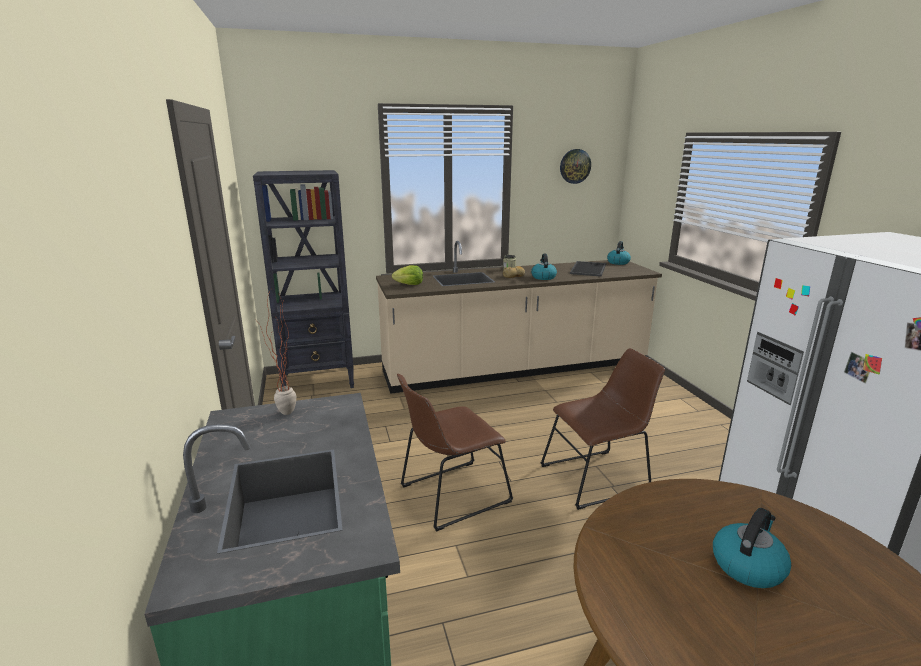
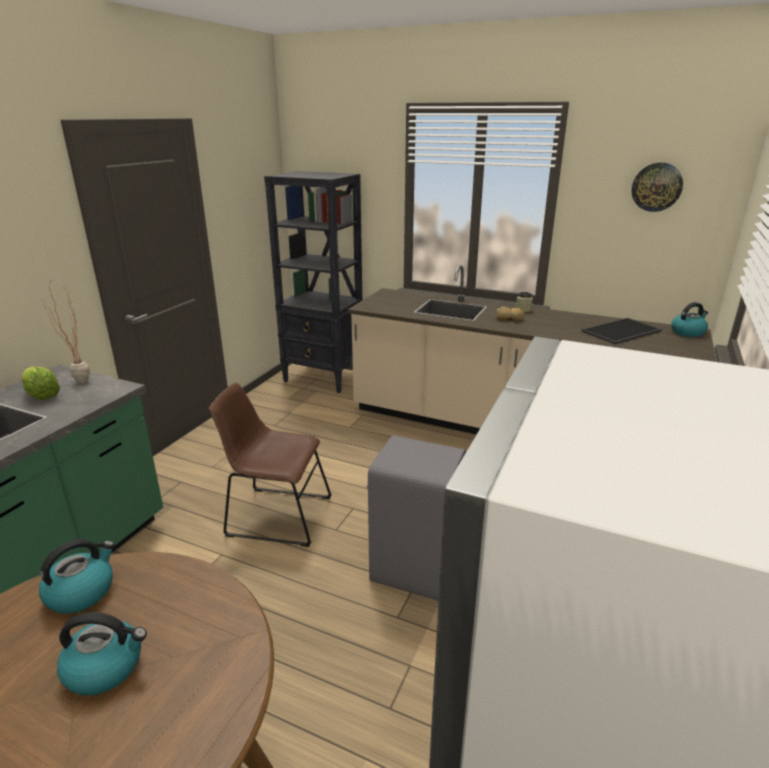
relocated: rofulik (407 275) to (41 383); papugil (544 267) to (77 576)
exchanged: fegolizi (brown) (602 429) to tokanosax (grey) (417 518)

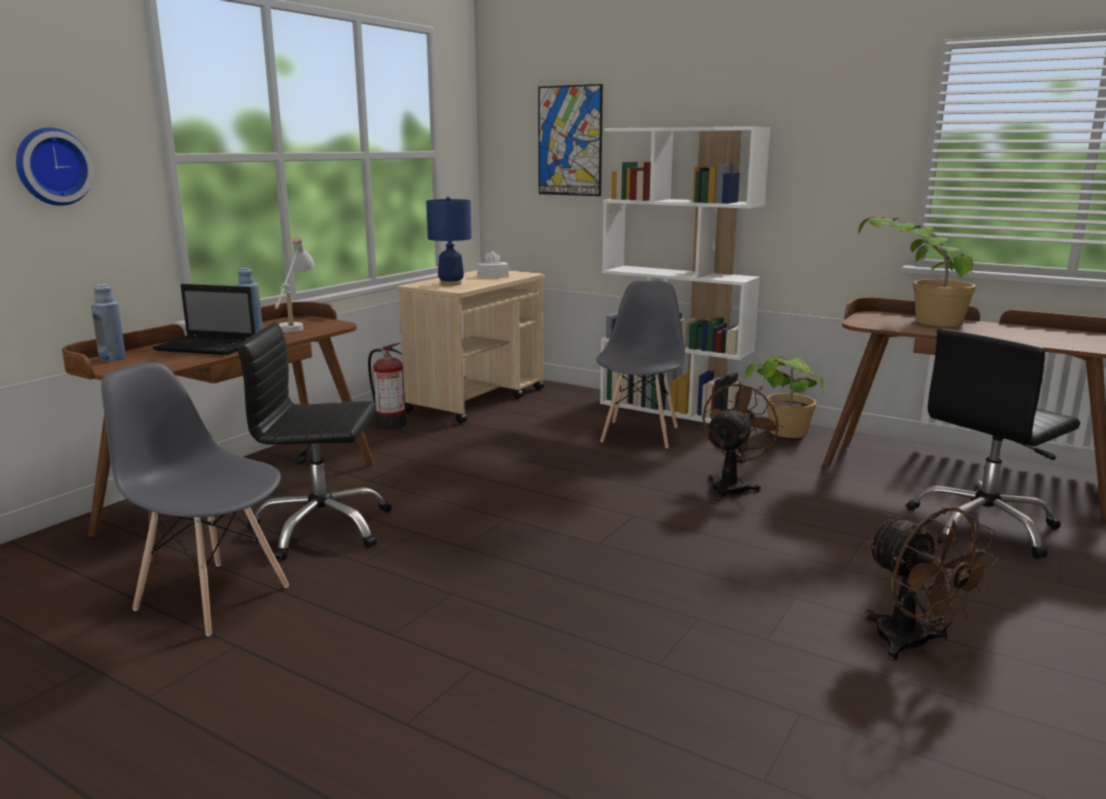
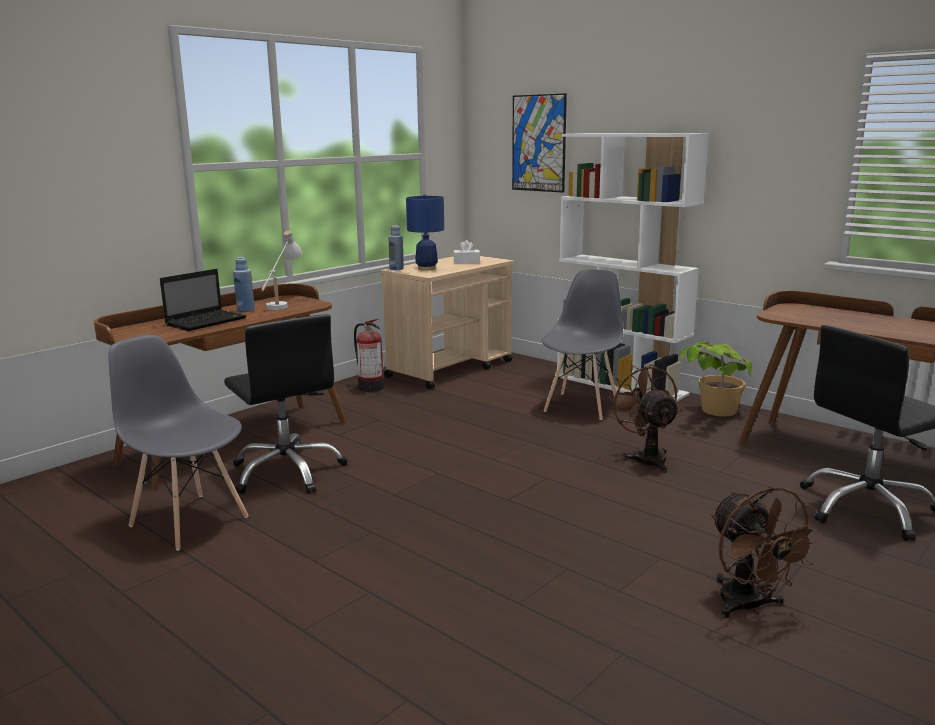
missing: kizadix (55 167); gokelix (917 272)
relocated: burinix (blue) (108 323) to (396 247)
spun: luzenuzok (204 319) = (203 300) 75 degrees counterclockwise; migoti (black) (314 441) = (286 404) 135 degrees counterclockwise; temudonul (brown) (743 441) = (644 418) 60 degrees counterclockwise

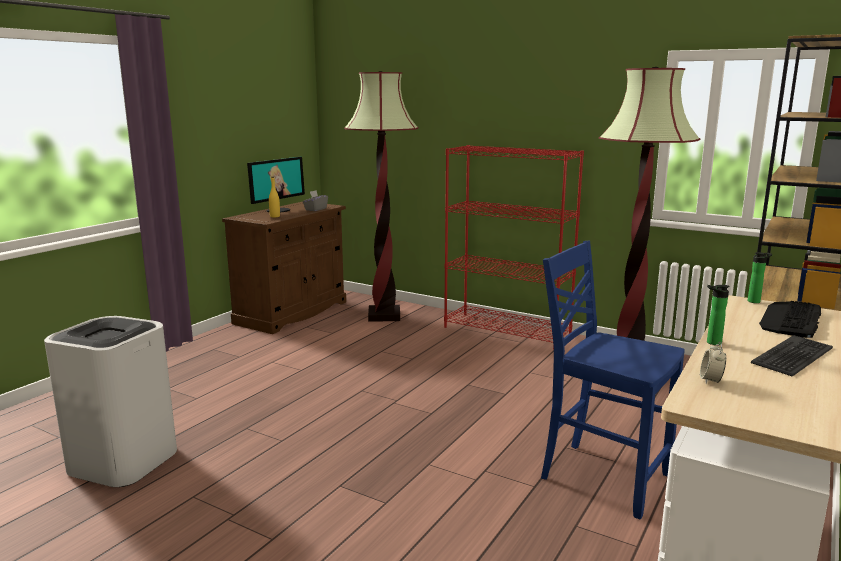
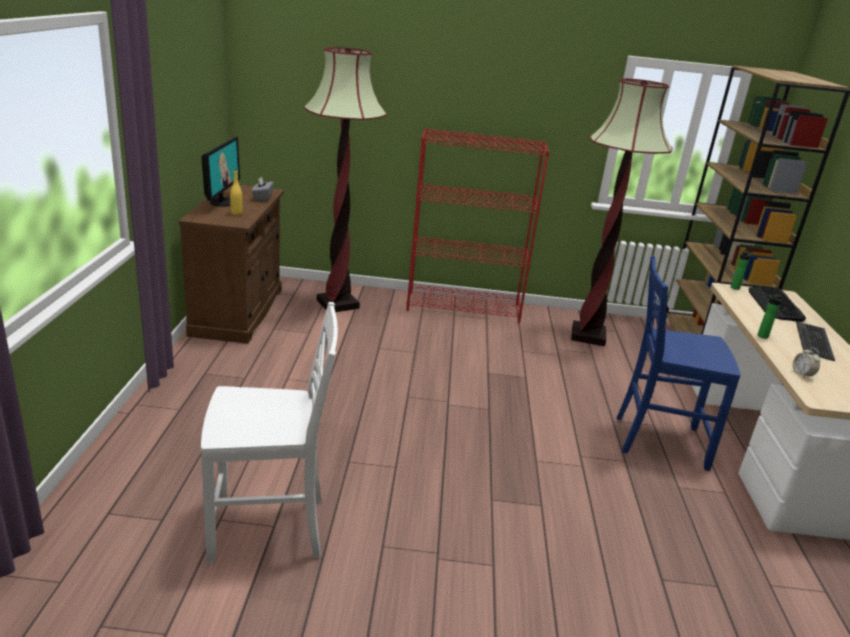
exchanged: tokanosax (white) (110 401) to fegolizi (white) (269 433)

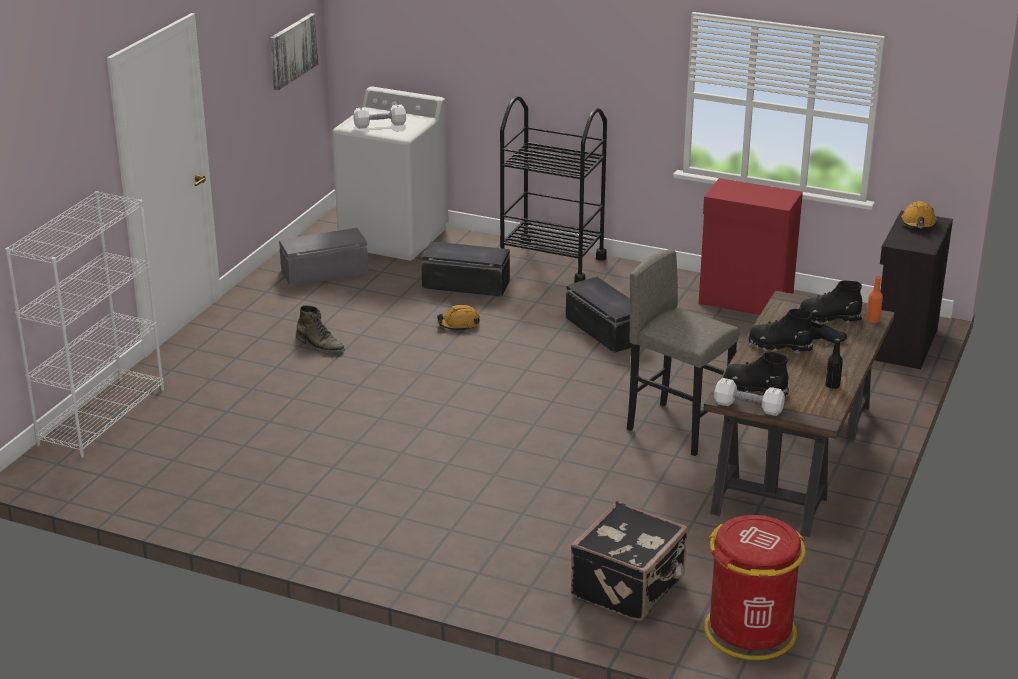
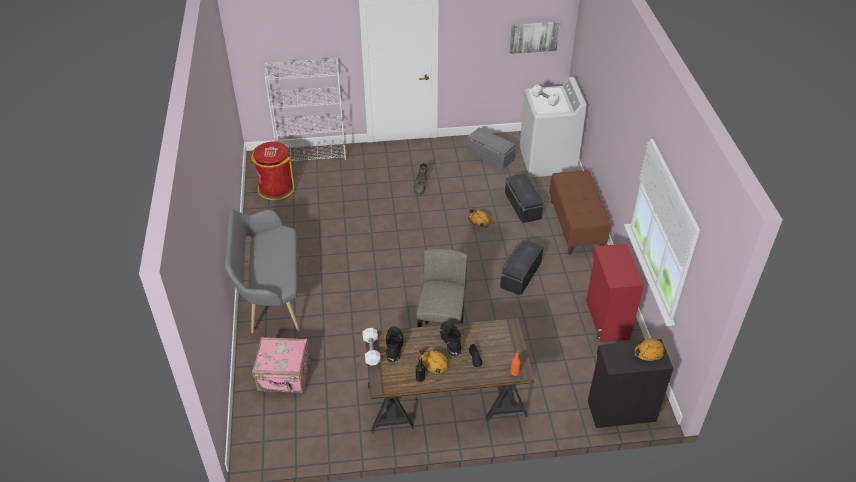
missing: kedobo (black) (830 302)
appeared: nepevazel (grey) (262 272); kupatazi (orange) (434 361)
relocated: tokanosax (red) (755 587) to (273 171)
exchanged: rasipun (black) (553 189) to nepevazel (brown) (579 212)
colour: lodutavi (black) (629 561) to lodutavi (pink) (281 365)

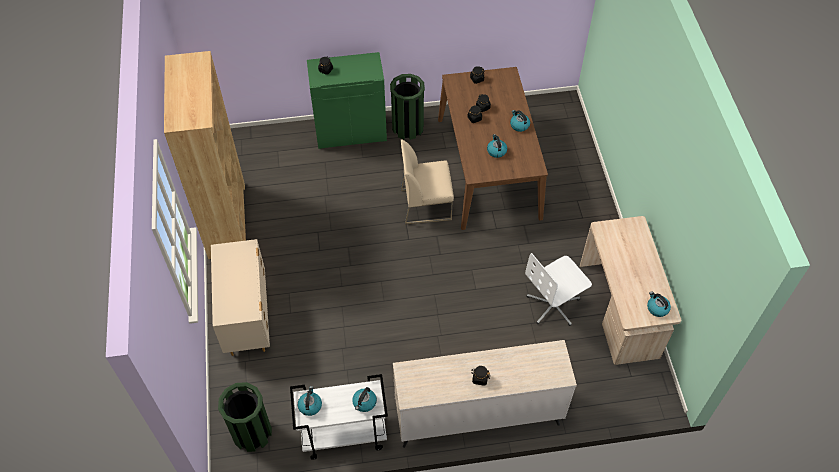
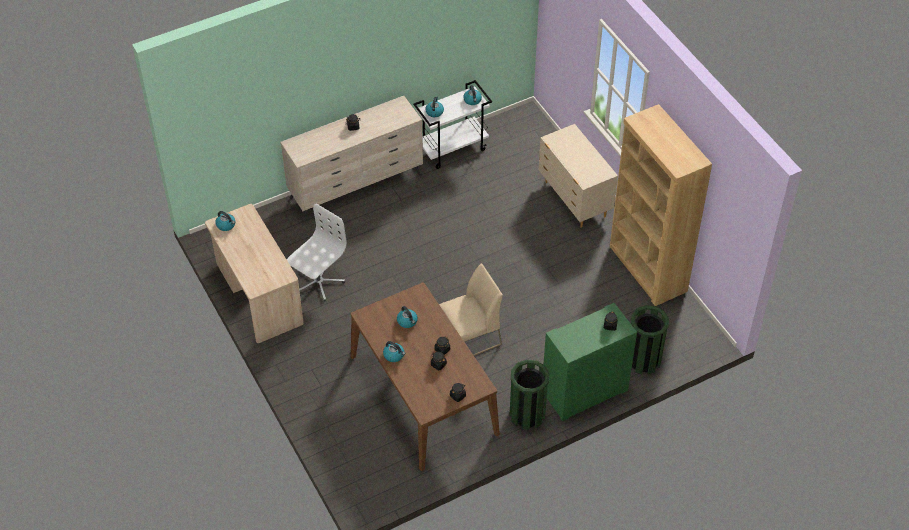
relocated: tokanosax (green) (245 417) to (650 339)

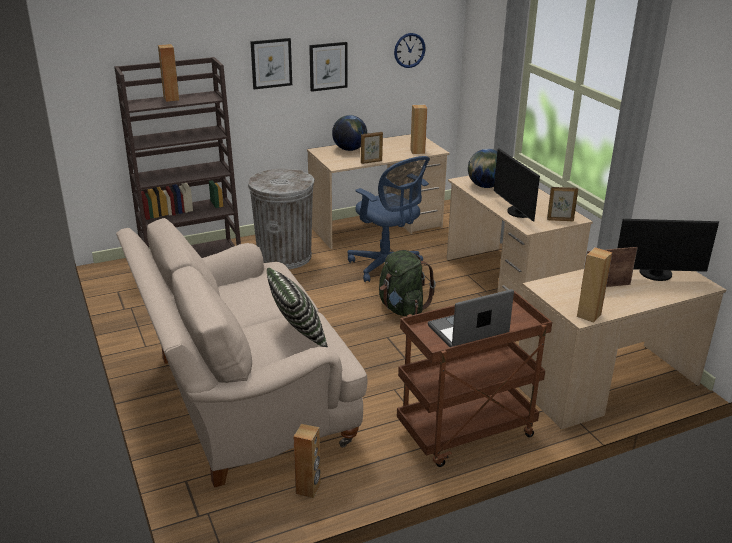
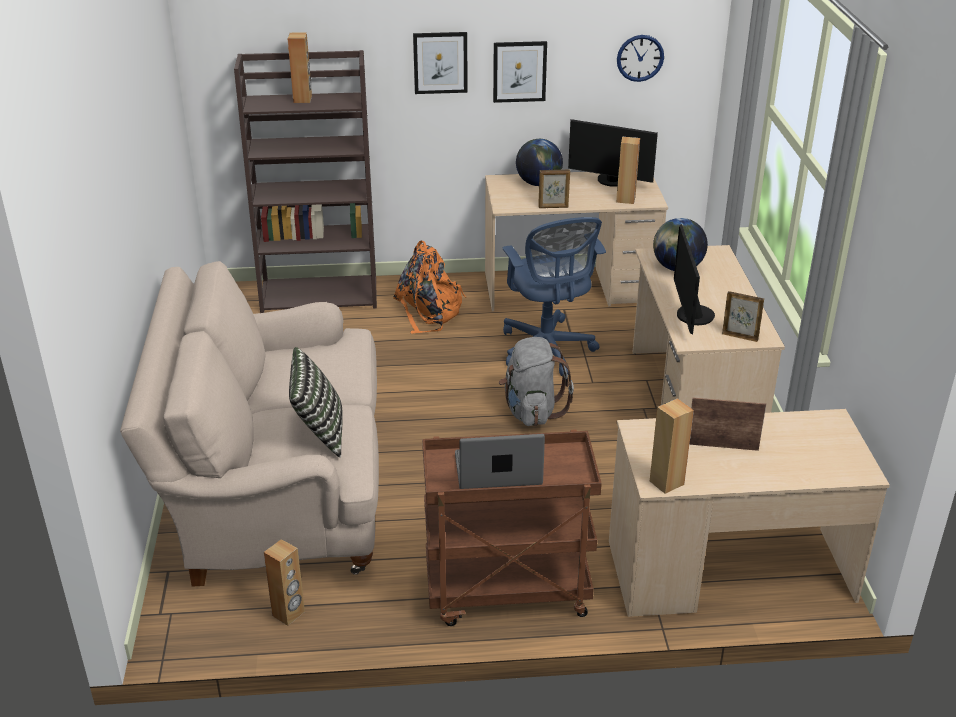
relocated: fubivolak (668 250) to (613 153)
exchanged: tokanosax (grey) (281 219) to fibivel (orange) (429 287)
colour: fibivel (green) (407 283) to fibivel (grey) (536 381)

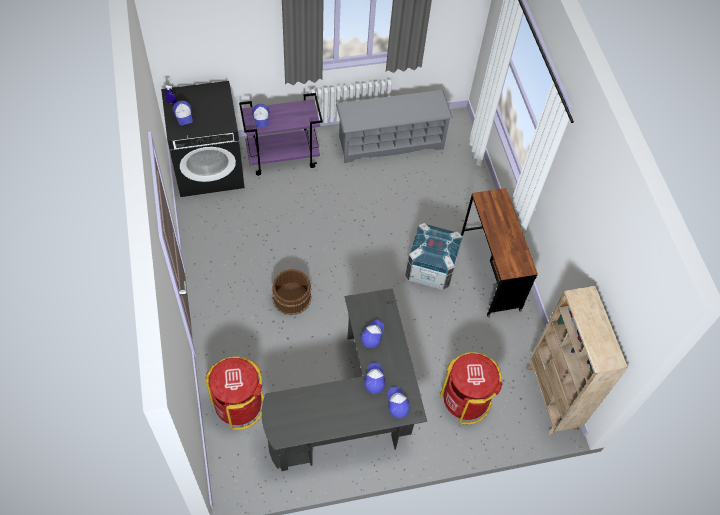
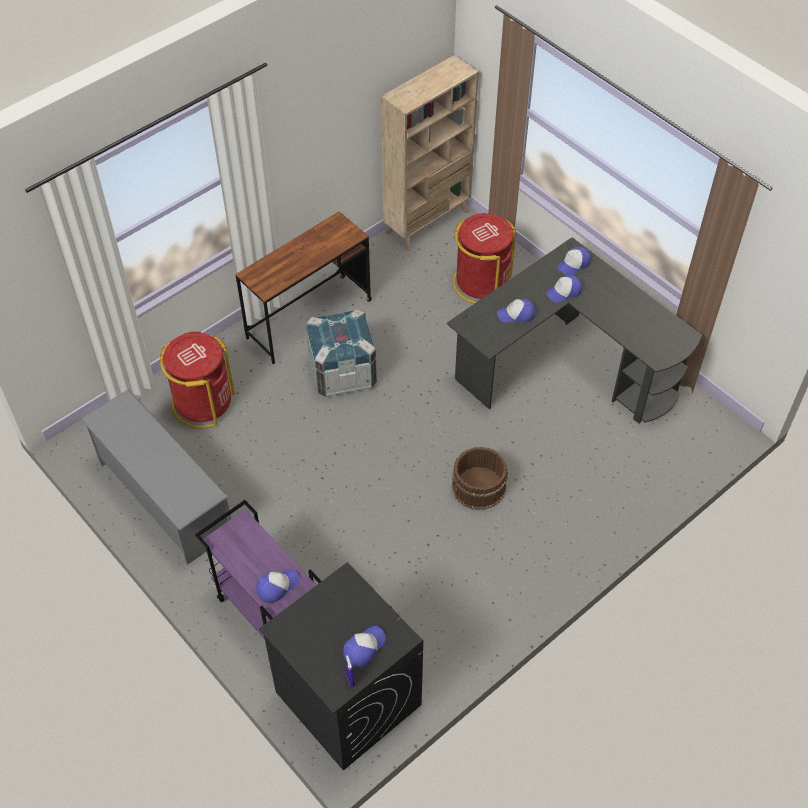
relocated: tokanosax (red) (234 393) to (197 380)

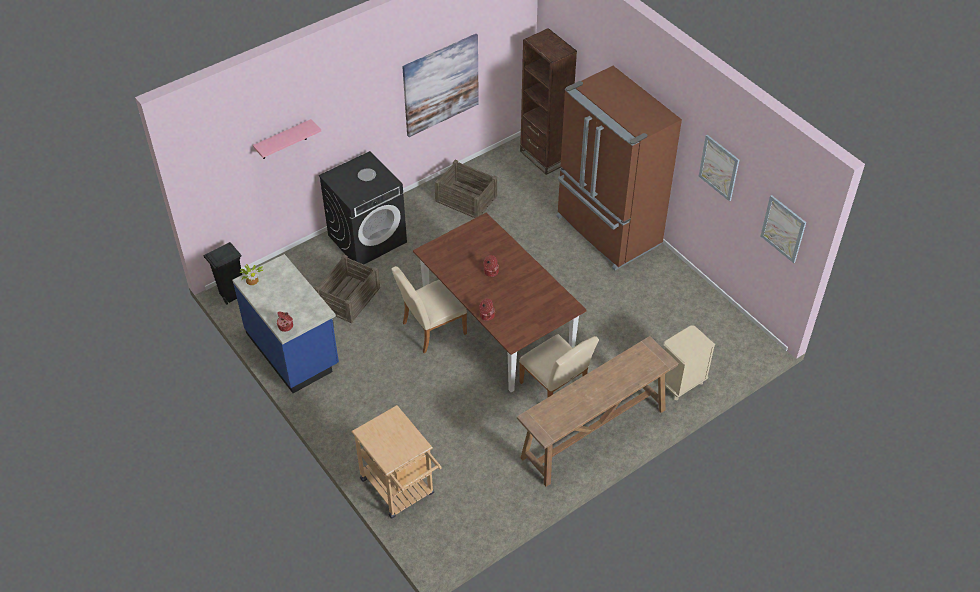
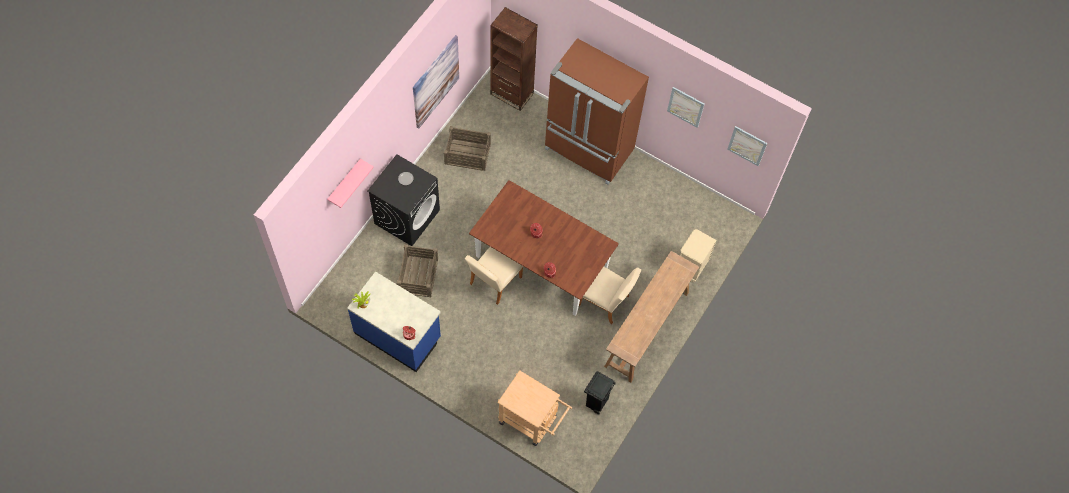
relocated: tokanosax (black) (222 273) to (600 392)

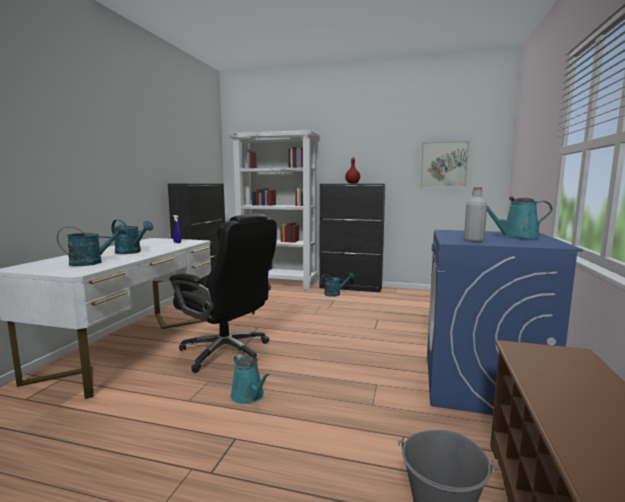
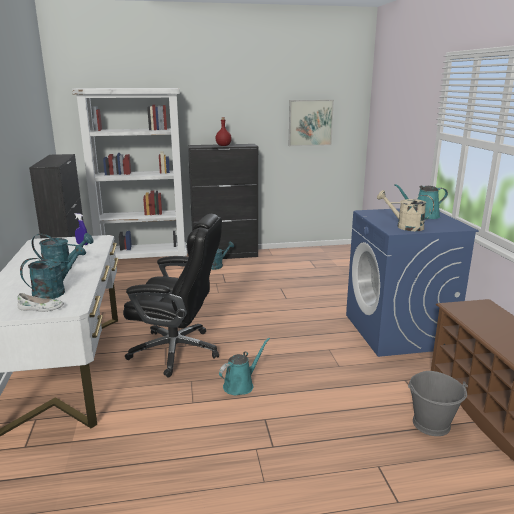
appeared: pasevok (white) (40 302)
exchanged: burinix (grey) (475 214) to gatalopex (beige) (405 210)
spun: gatalopex (turquoise) (249 379) = (244 366) 75 degrees counterclockwise

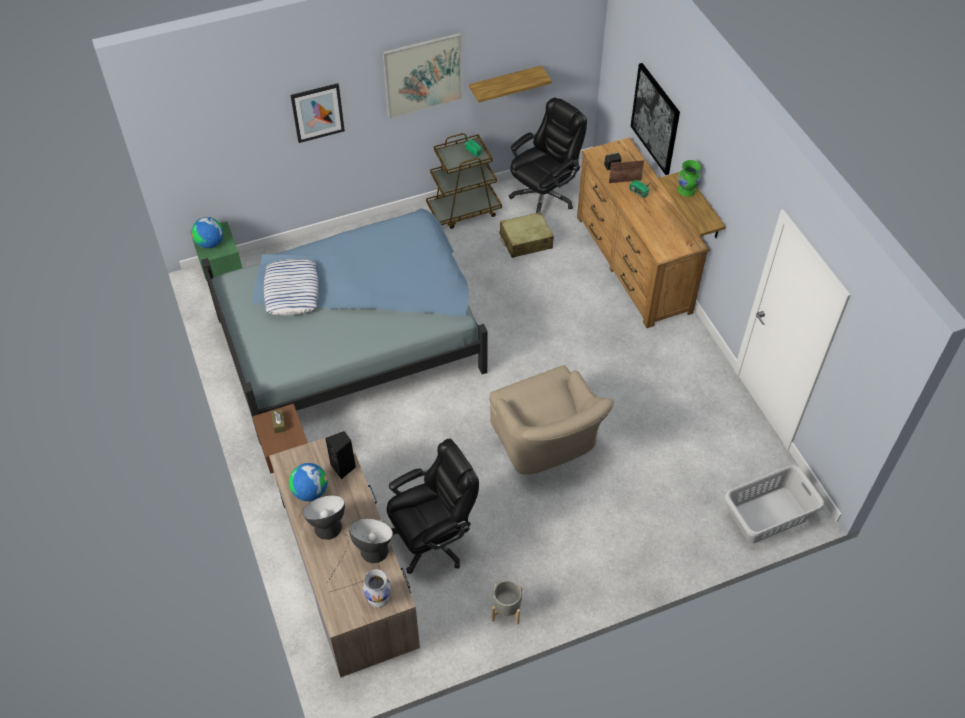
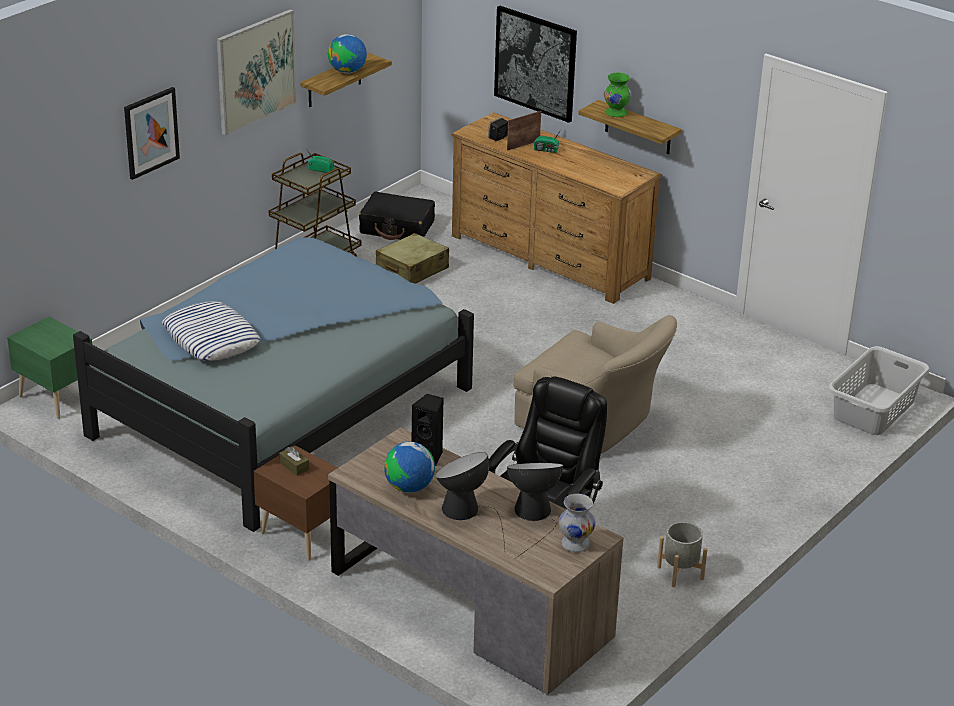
relocated: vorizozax (207 232) to (347 53)
exchanged: migoti (black) (548 155) to lodutavi (black) (397 216)

